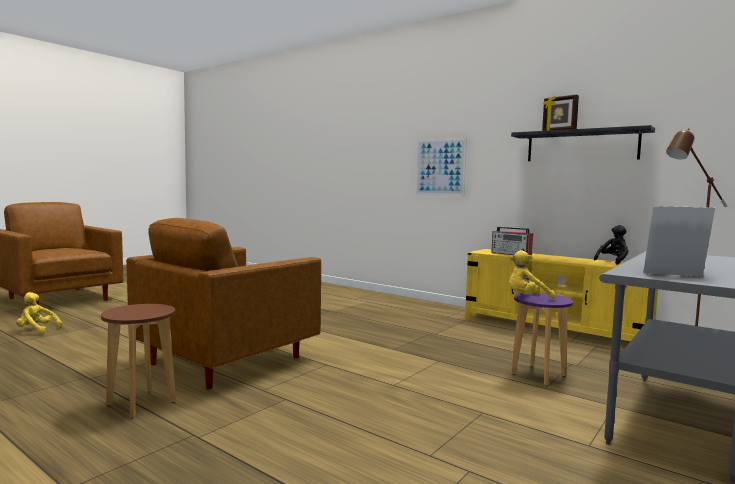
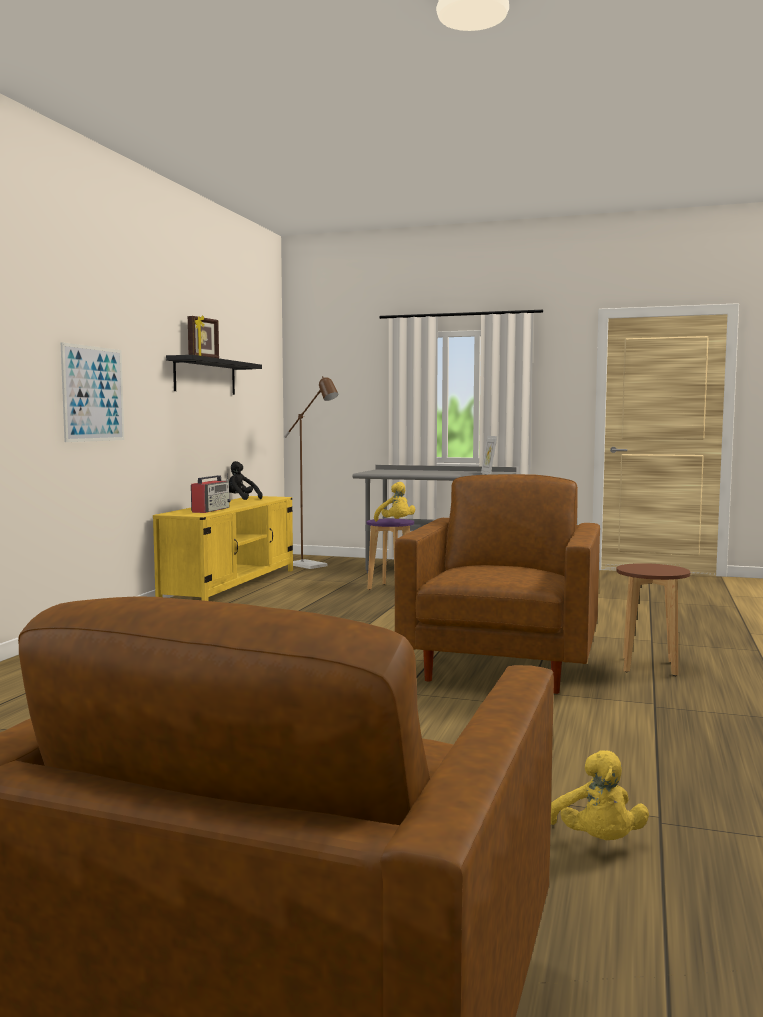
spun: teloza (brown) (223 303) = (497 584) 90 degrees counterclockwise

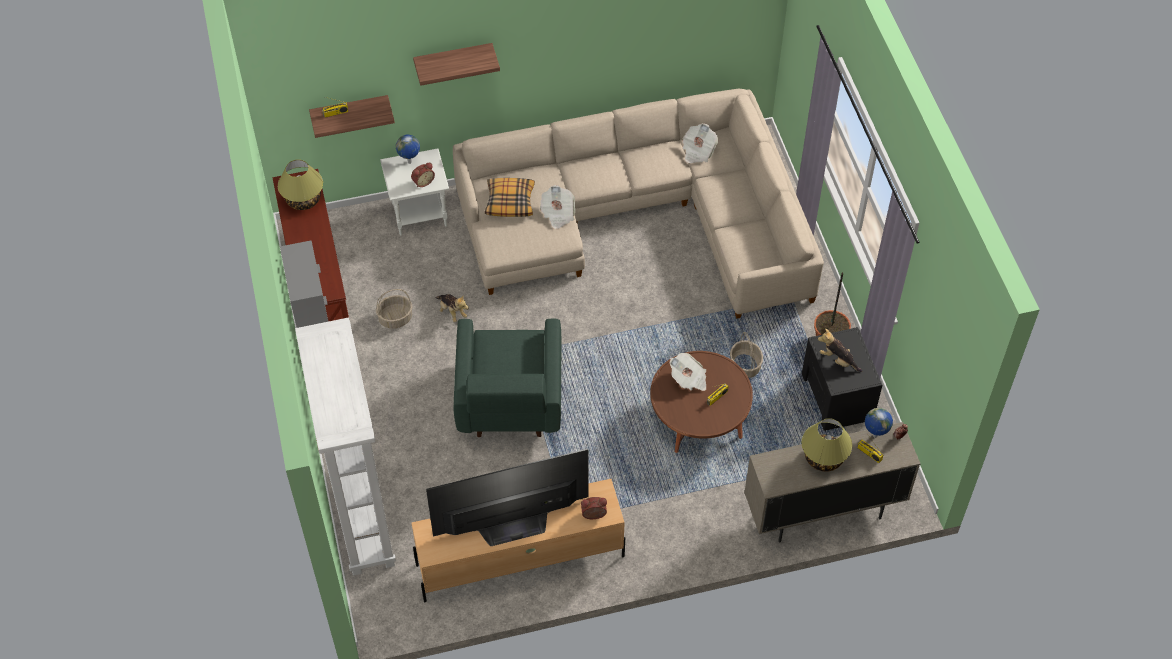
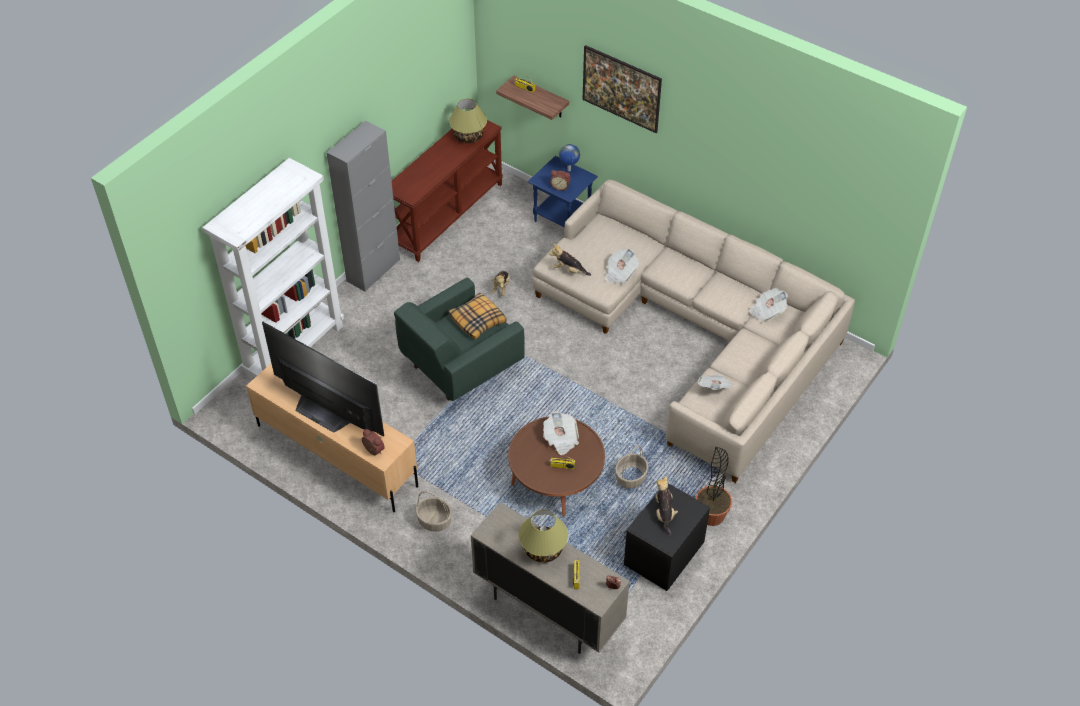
missing: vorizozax (879 423)
appeared: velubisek (570 259); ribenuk (715 382)
relocated: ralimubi (394 309) to (434 511); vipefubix (510 197) to (478 316)
exchanged: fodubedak (456 64) to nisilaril (622 89)
colour: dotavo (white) (414 191) to dotavo (blue) (563 192)

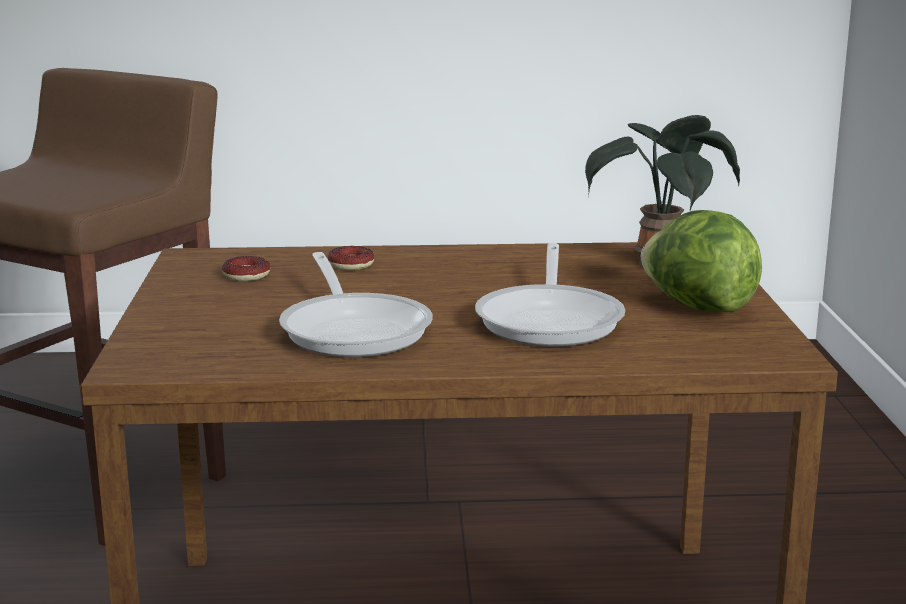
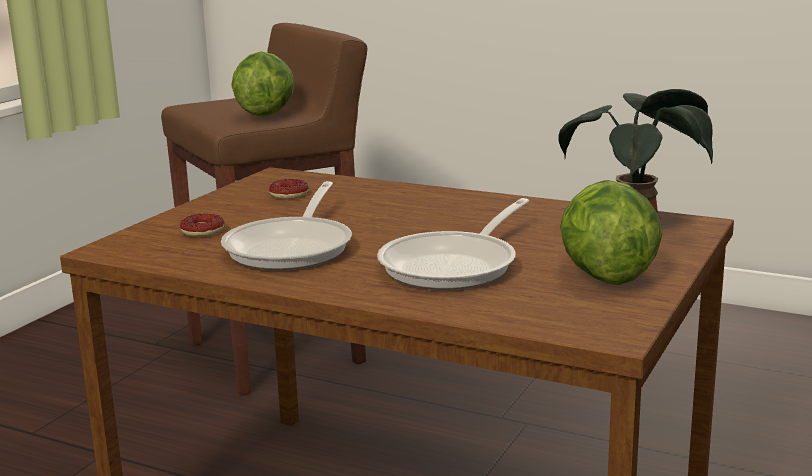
appeared: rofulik (263 84)
relocated: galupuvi (351 258) to (202 225)

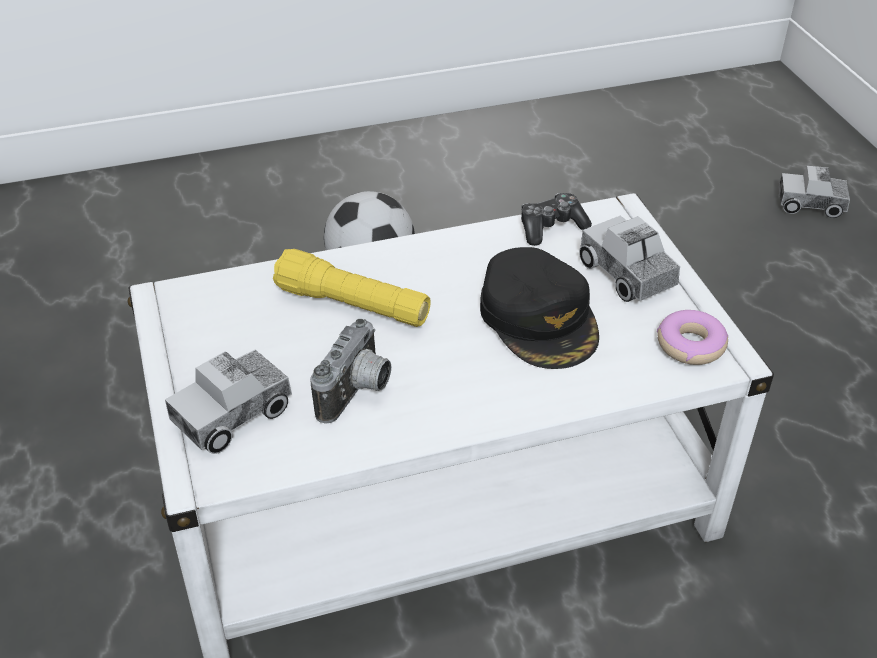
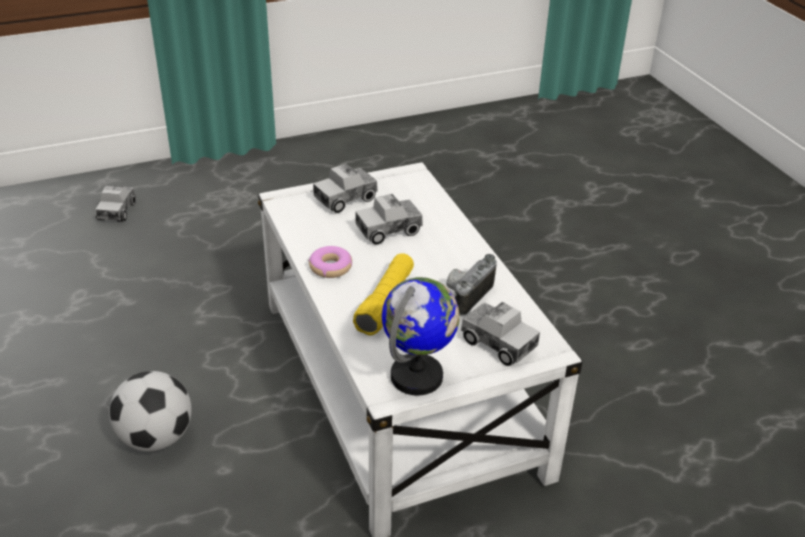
missing: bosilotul (556 219)
appeared: vorizozax (421 336)
relocated: galupuvi (692 337) to (330 262)
exchanged: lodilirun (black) (539 308) to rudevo (389 219)
spun: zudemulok (350 371) = (471 285) 75 degrees counterclockwise

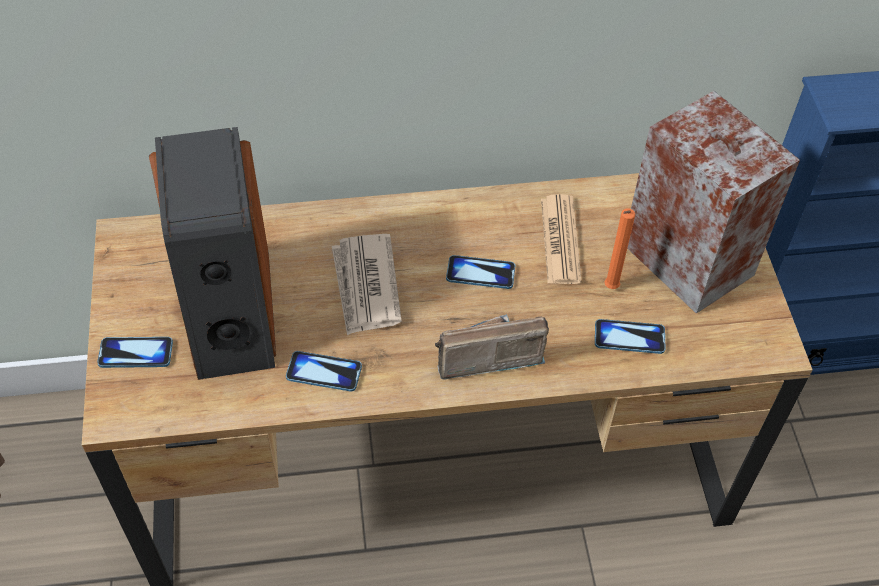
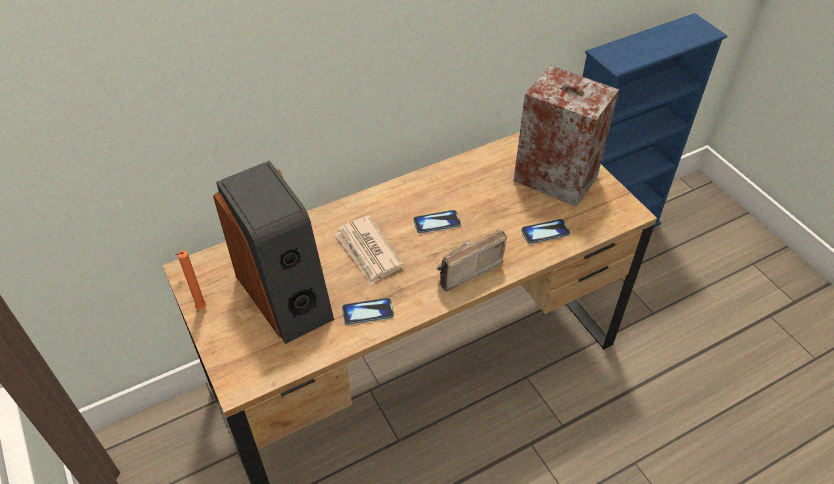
missing: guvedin (135 352); ribenuk (561 239)
relocated: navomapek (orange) (620 248) to (191 280)

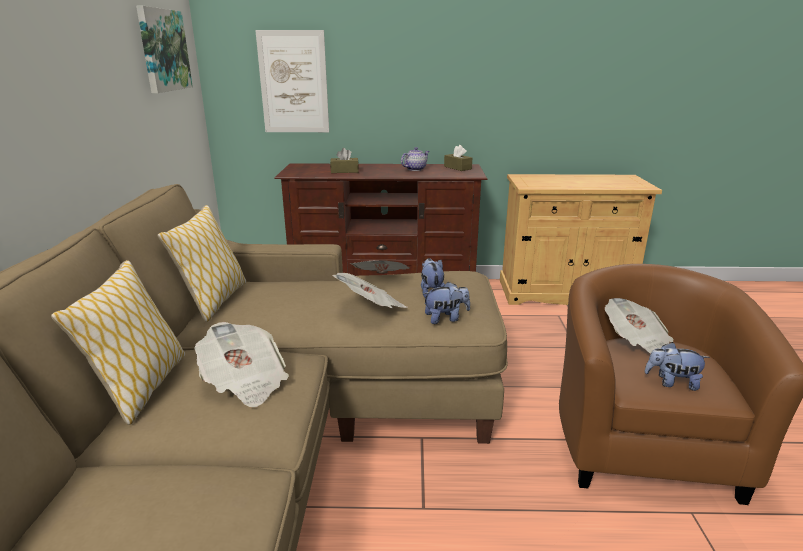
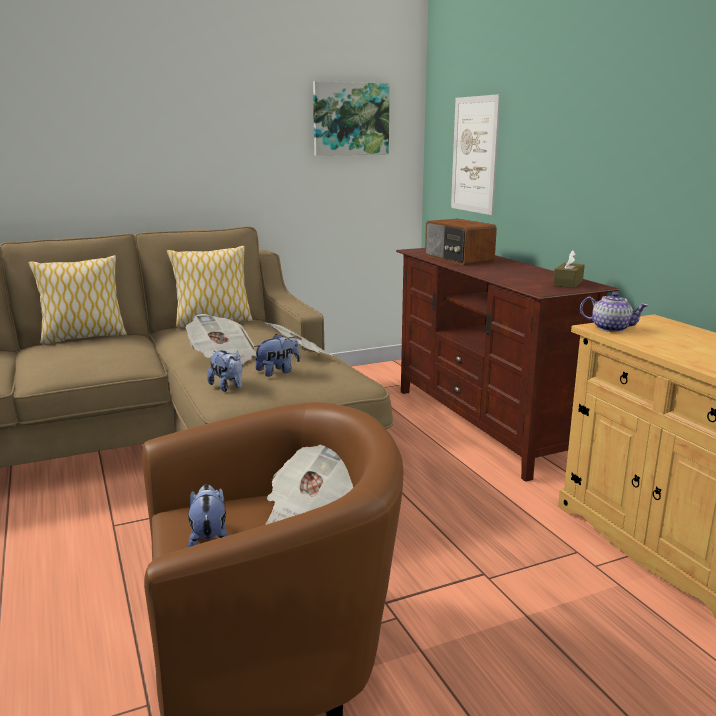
missing: ribenuk (241 364)
relocated: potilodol (415 159) to (614 312)
exchanged: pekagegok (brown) (344 160) to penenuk (461 242)

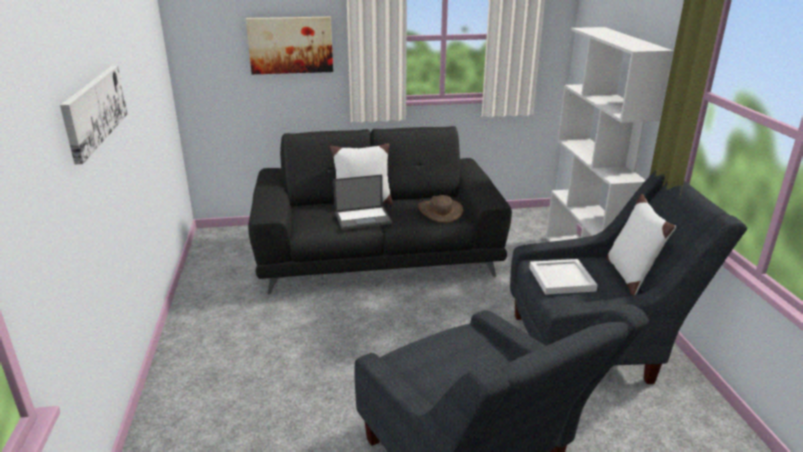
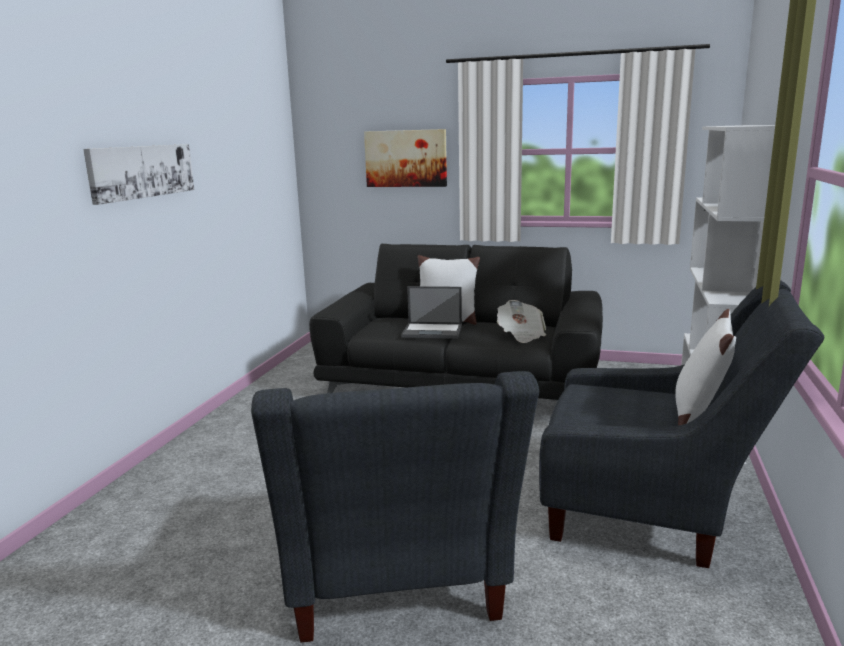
missing: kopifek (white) (563 277)
exchanged: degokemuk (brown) (440 209) to ribenuk (521 321)

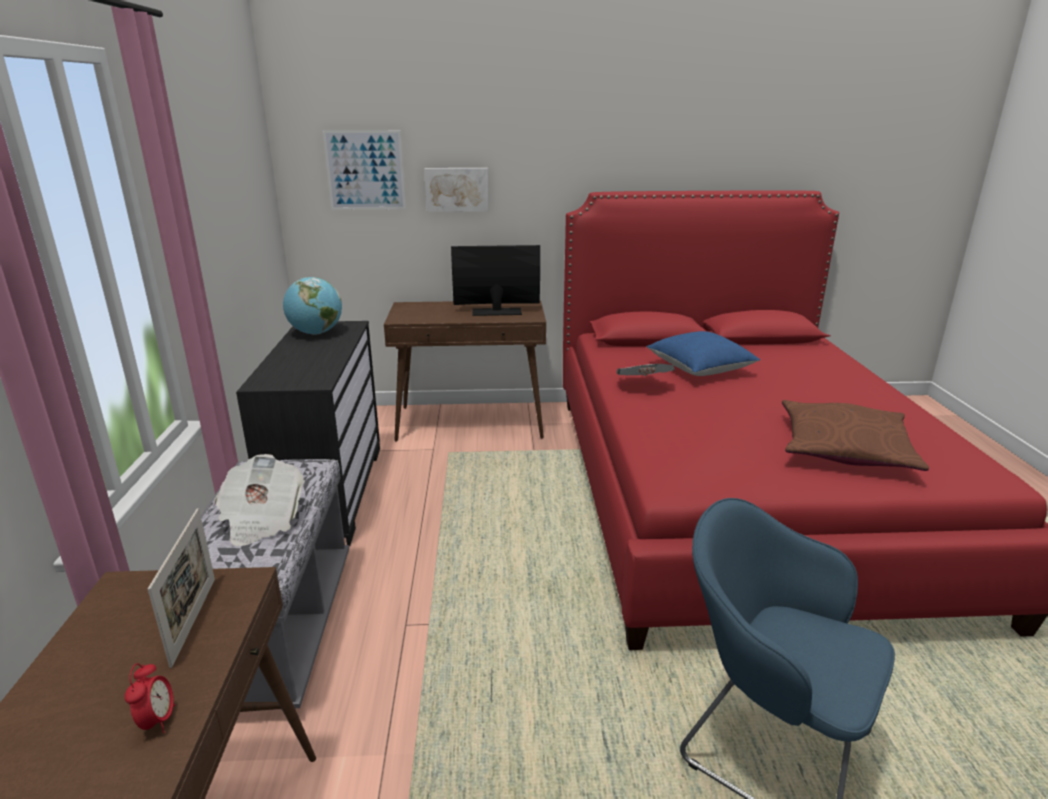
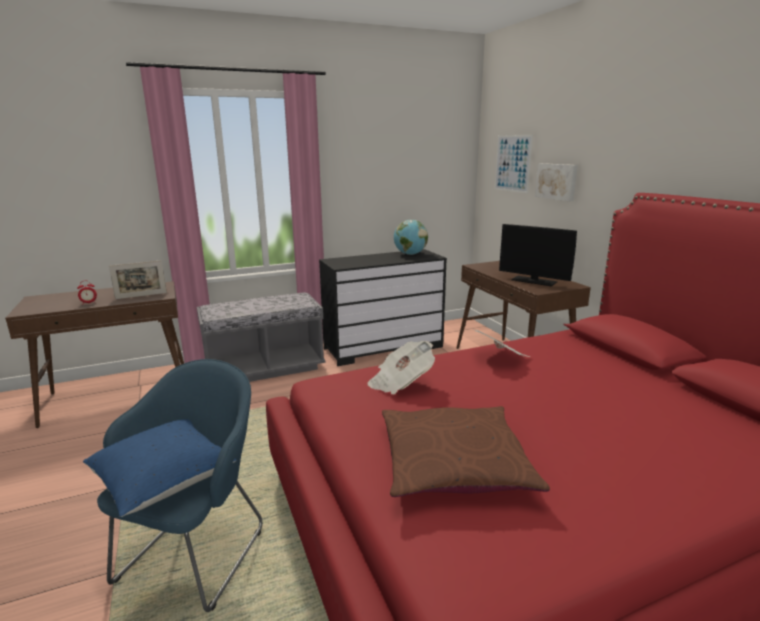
relocated: ribenuk (259 500) to (401 367); vipefubix (blue) (703 353) to (160 468)
spun: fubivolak (495 280) = (538 255) 150 degrees clockwise

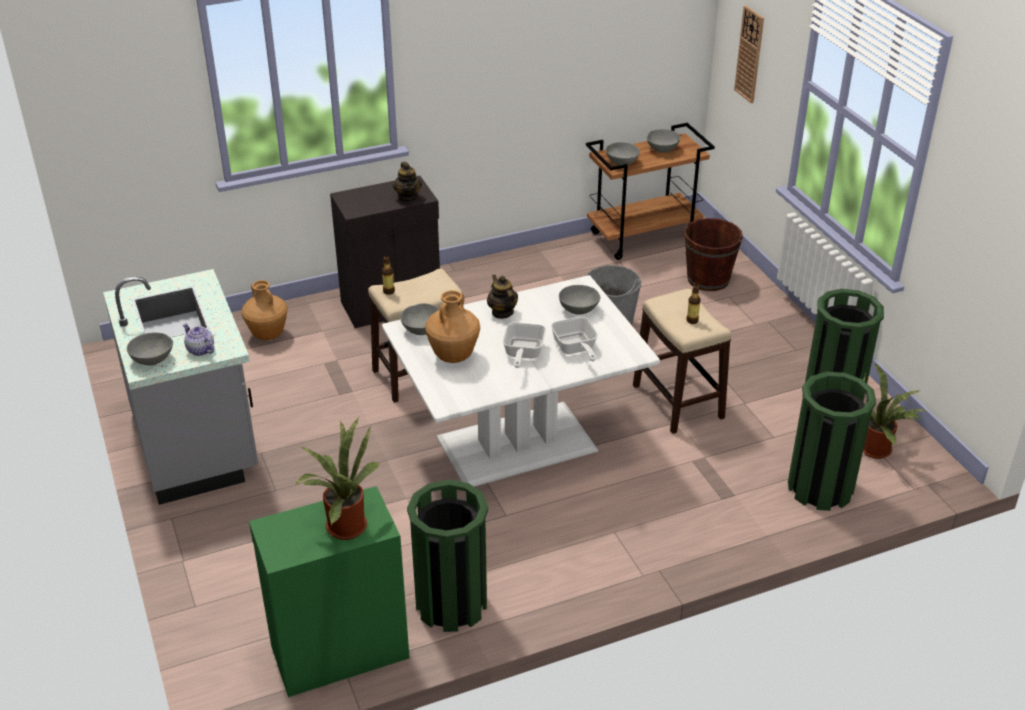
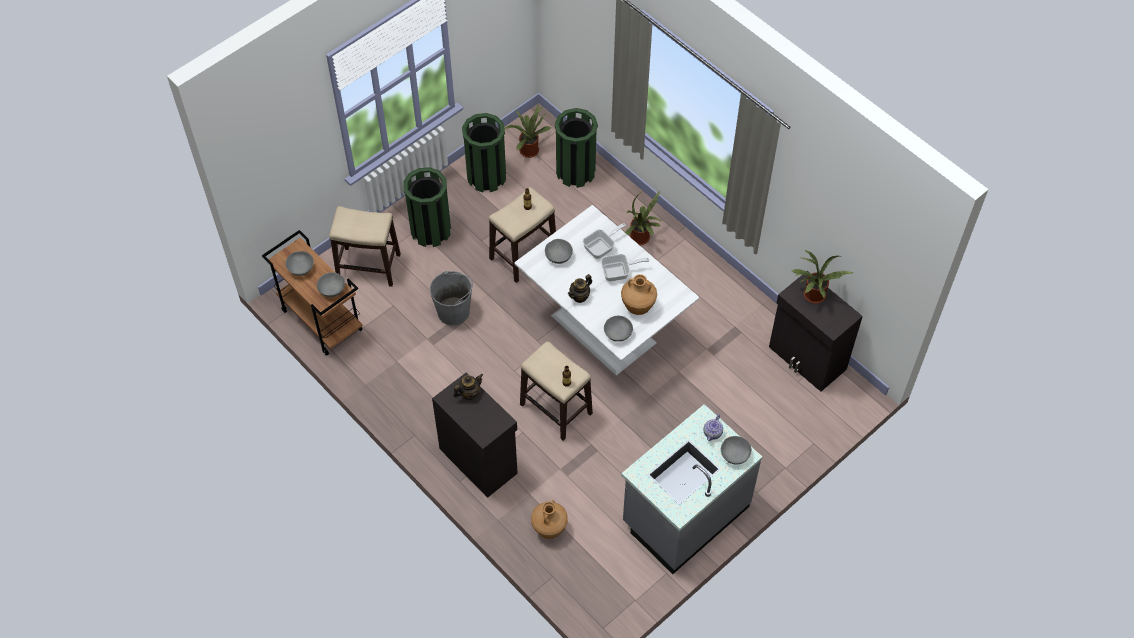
missing: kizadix (749 54)
appeared: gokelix (644 218)
relocated: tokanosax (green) (447 556) to (427 207)
exchanged: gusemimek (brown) (713 254) to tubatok (365 246)
colour: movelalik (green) (329 591) to movelalik (black) (816 331)

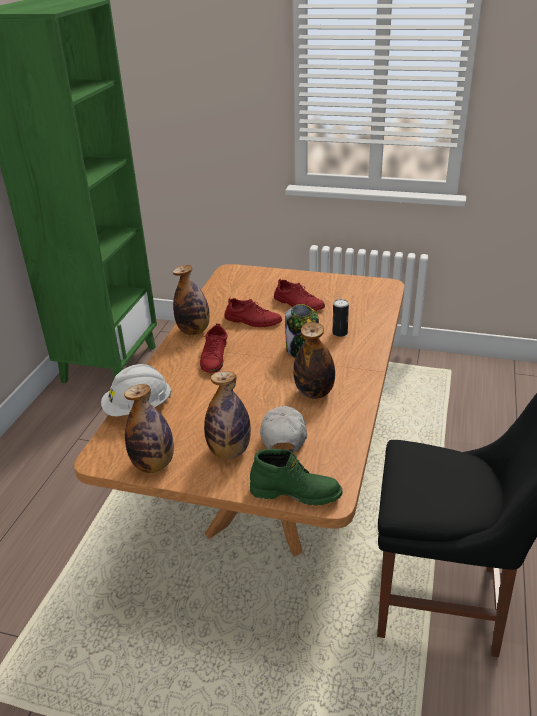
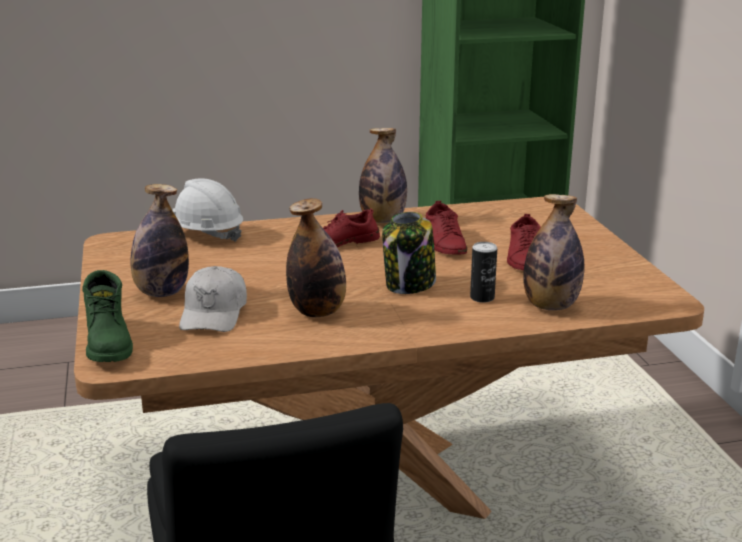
relocated: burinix (149 428) to (553 252)
spun: lodilirun (white) (283 429) = (213 299) 120 degrees clockwise

